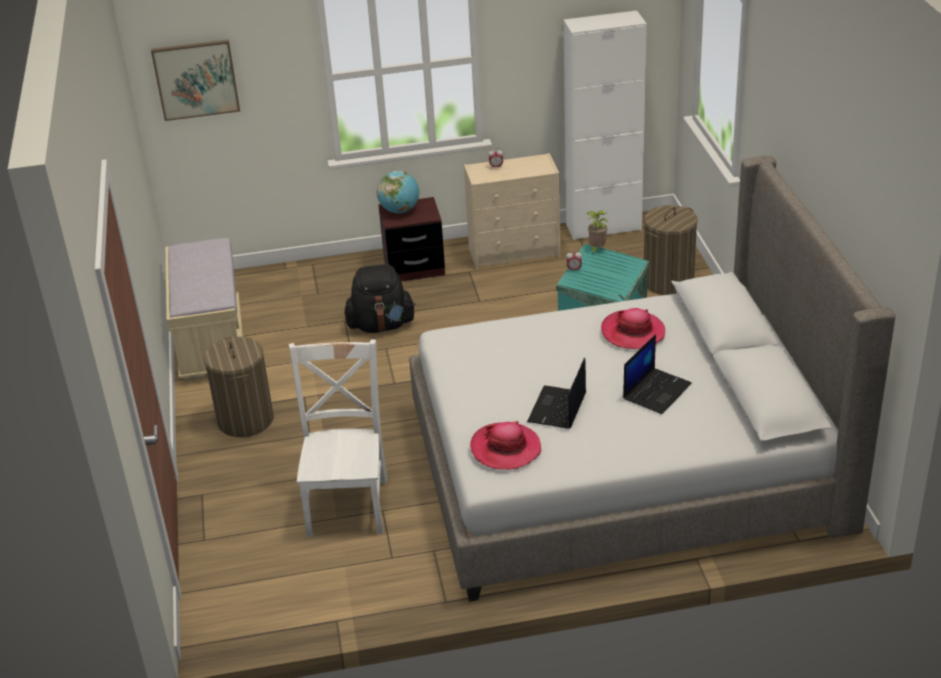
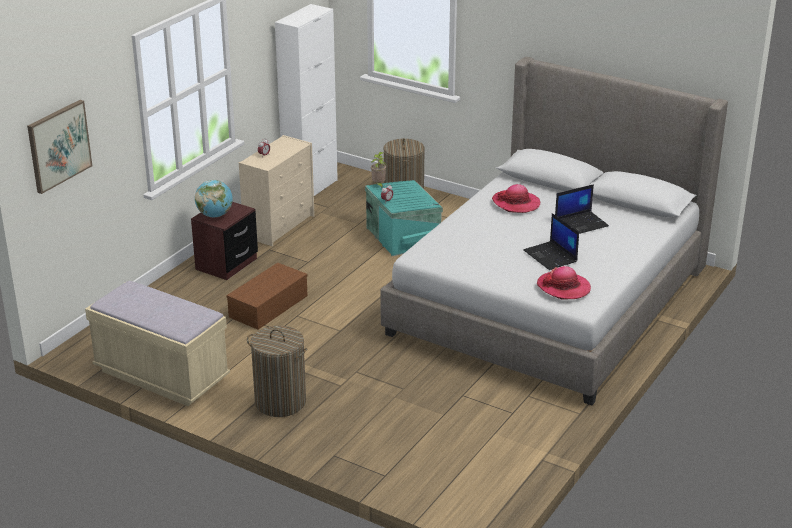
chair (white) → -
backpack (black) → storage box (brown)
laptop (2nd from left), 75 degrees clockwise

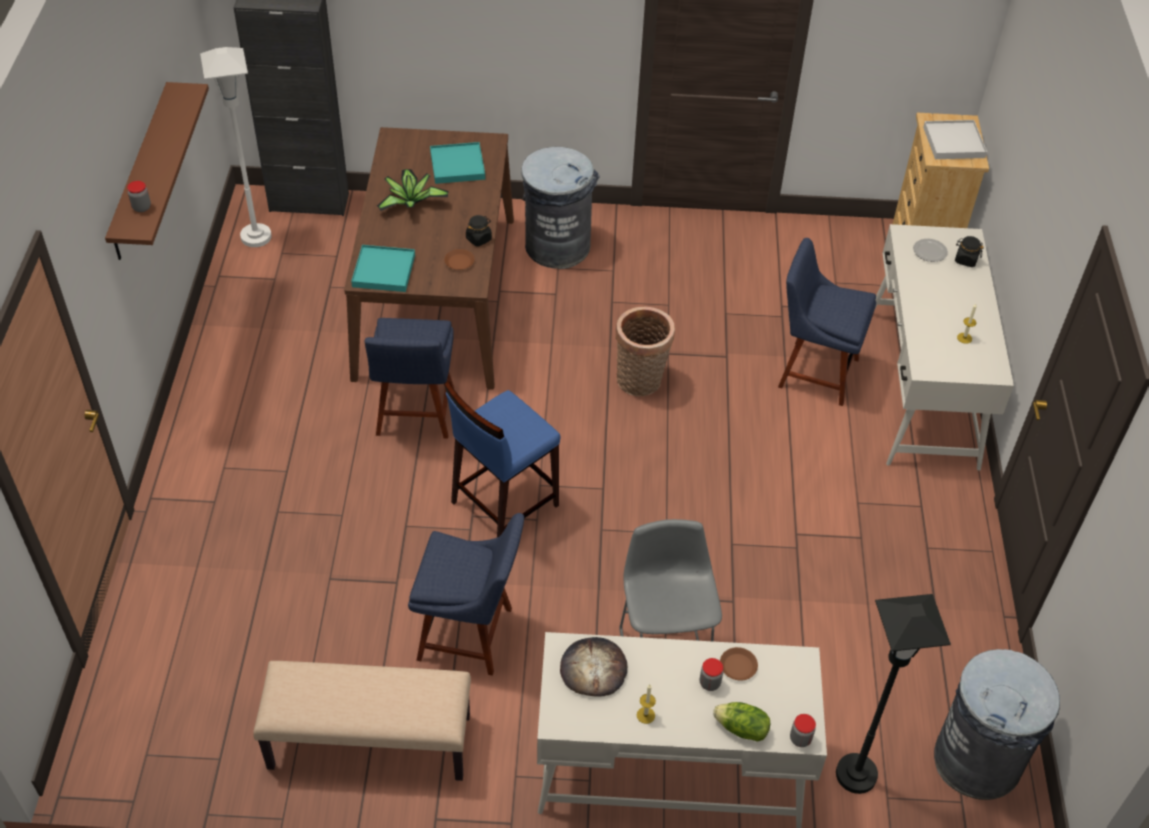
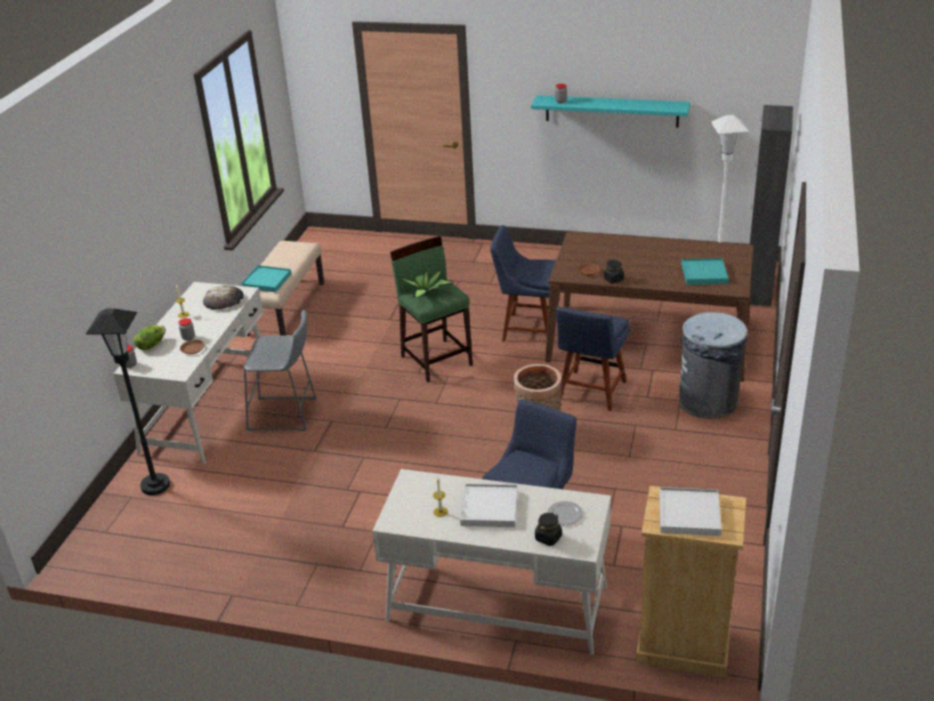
trash can (grey) (2nd from left) → -
- → tray (white) (1st from left)
tray (turquoise) (1st from left), moved
potted plant, moved
chair (blue) (2nd from left in the first image) → chair (blue) (3rd from left), moved
shelf (brown) → shelf (turquoise)
stool (blue) → stool (green)

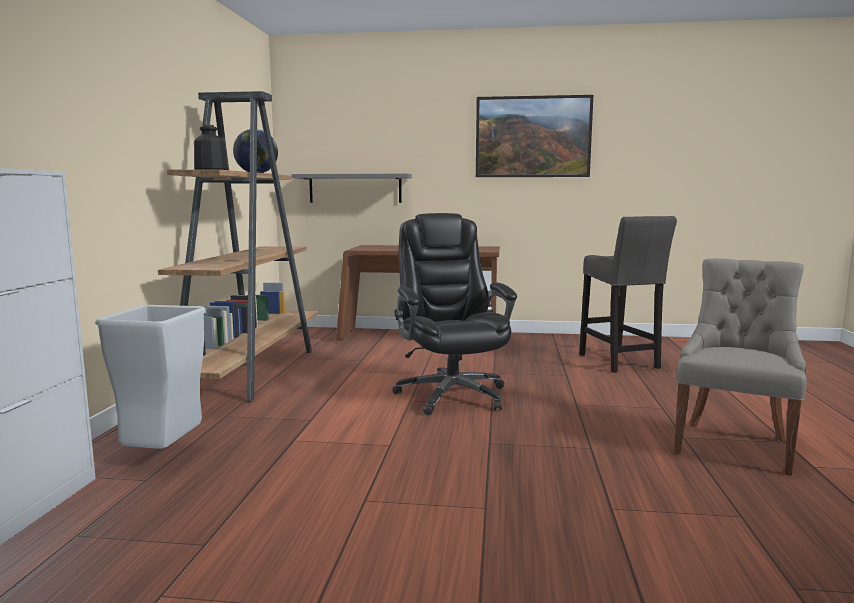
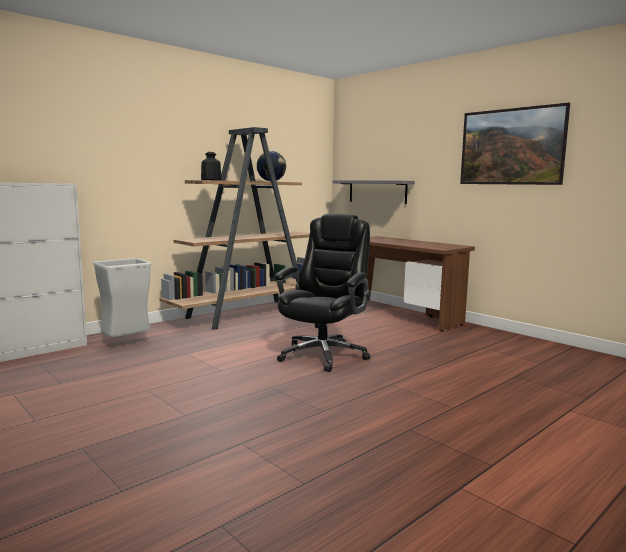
stool (grey) → -
chair (grey) → -

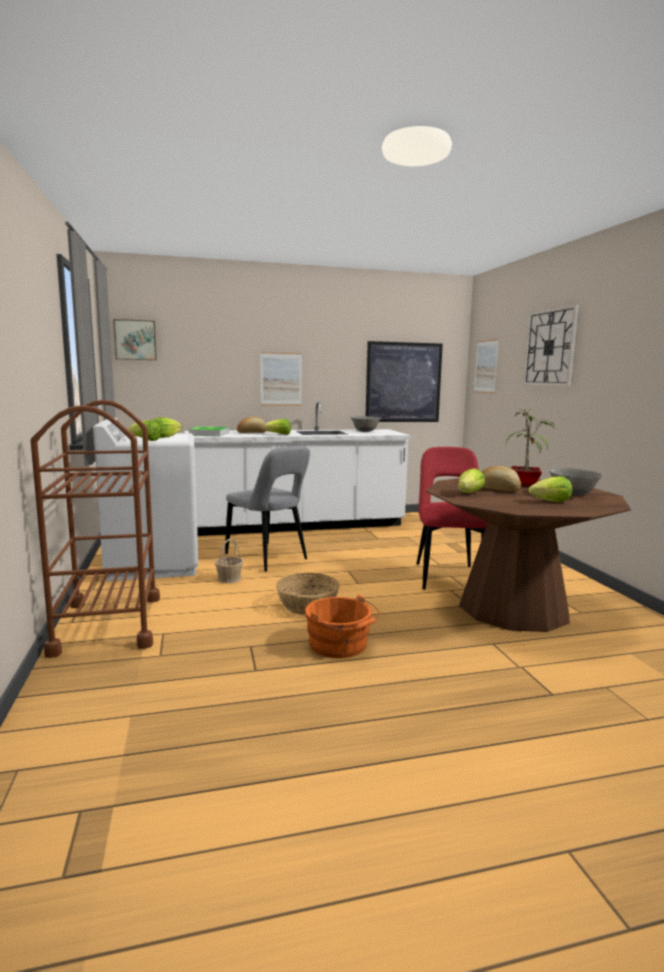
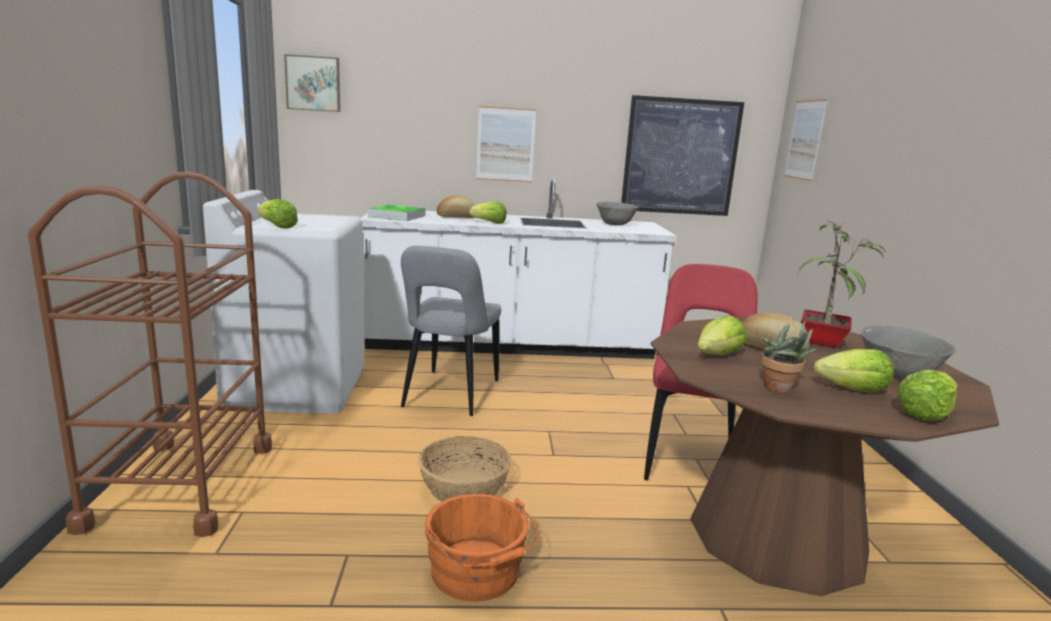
basket (1st from left) → -
wall clock → -
- → potted plant (1st from left)
lettuce (2nd from left in the first image) → lettuce (5th from left), moved
chair (grey), 45 degrees clockwise

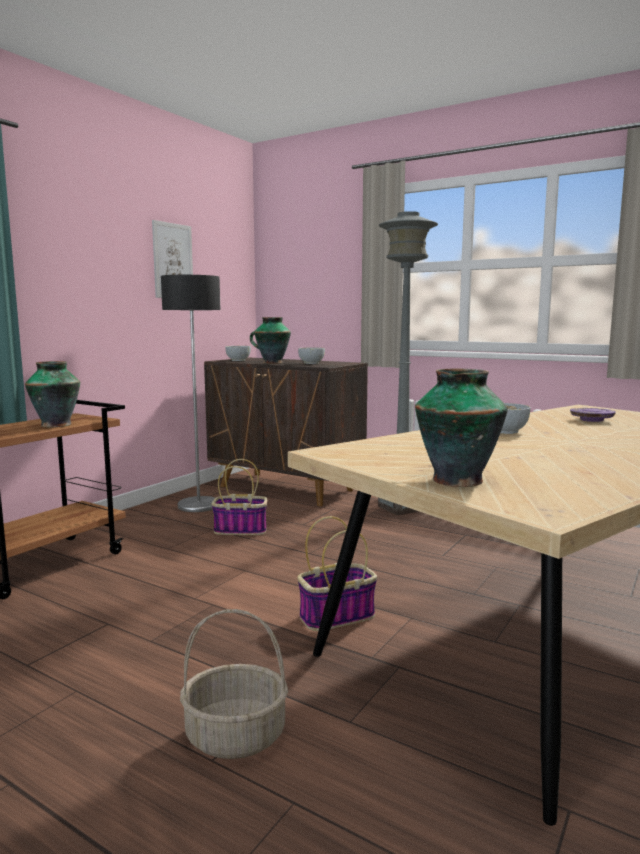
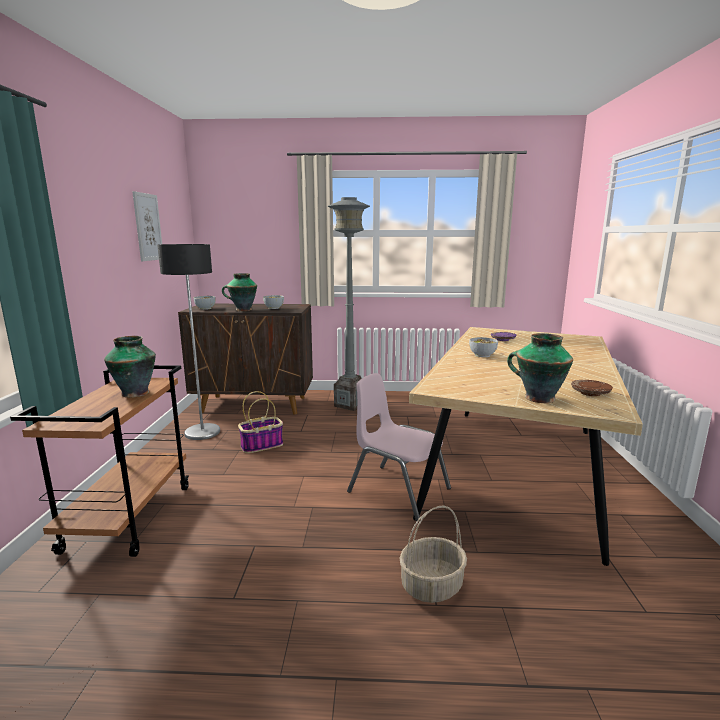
- → plate (brown)
basket (3rd from left) → chair (pink)

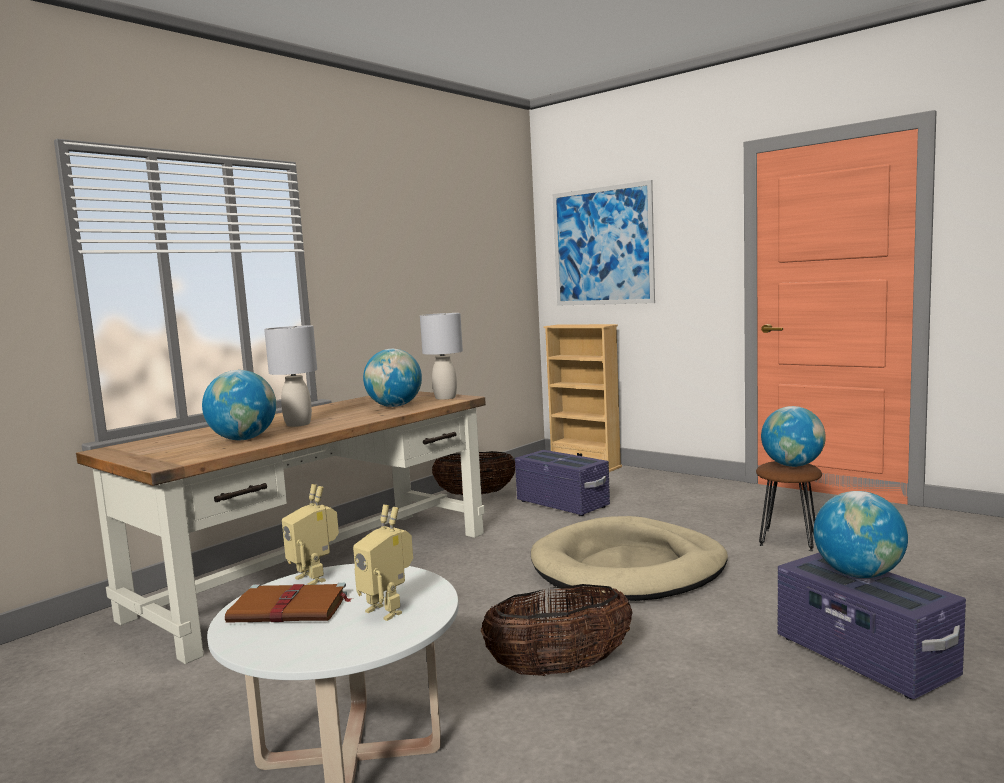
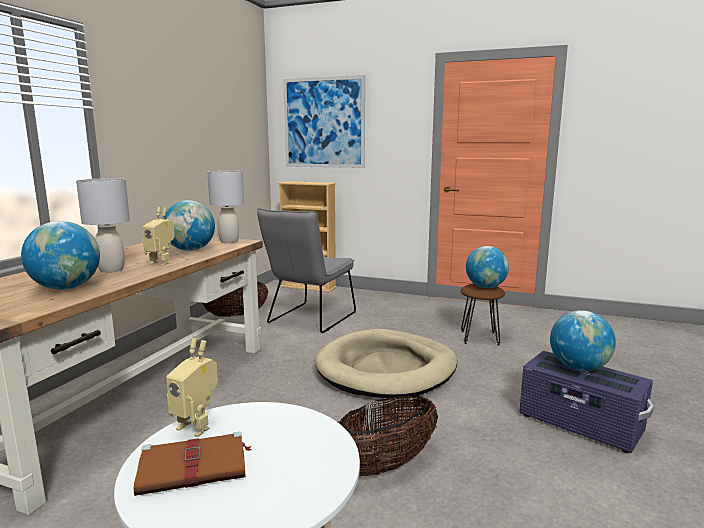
toy robot (2nd from left in the first image) → toy robot (1st from left), moved
storage box (purple) (1st from left) → chair (grey)

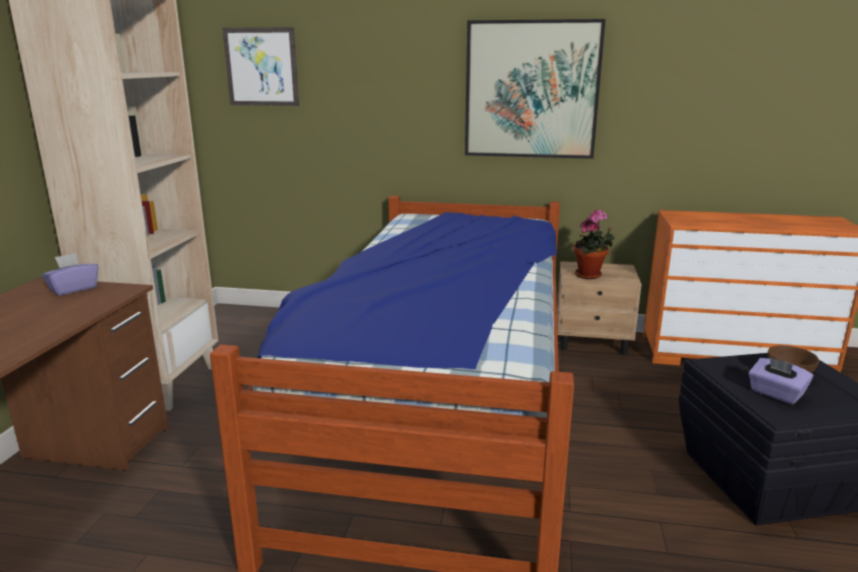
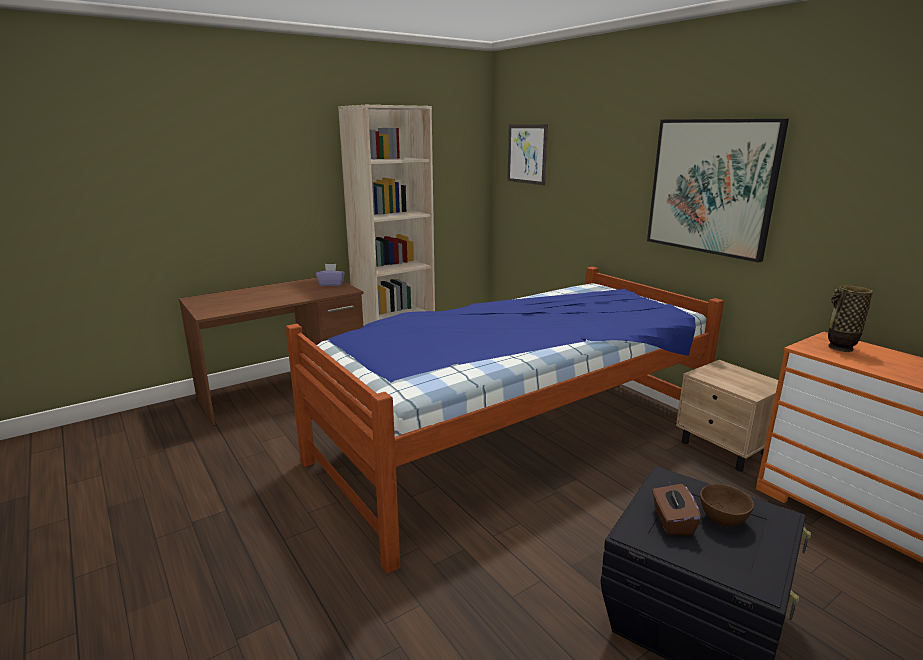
potted plant → -
- → vase
tissue box (purple) (2nd from left) → tissue box (brown)

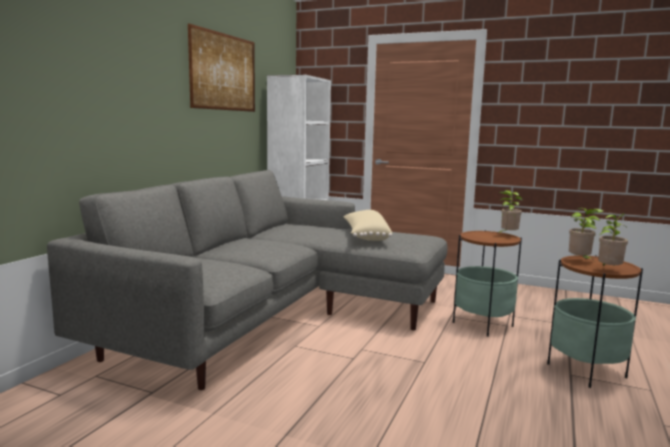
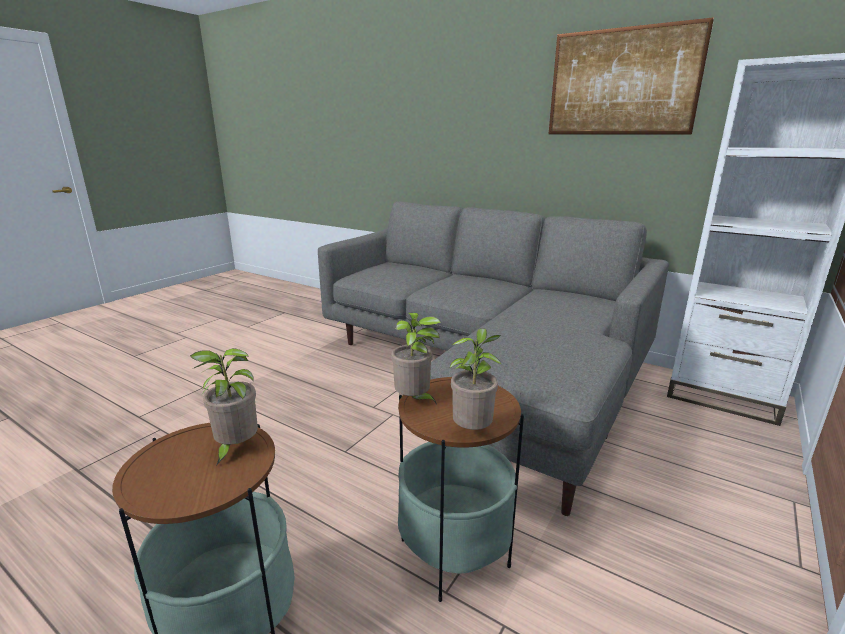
pillow (beige) → -
potted plant (3rd from left in the first image) → potted plant (2nd from left), moved

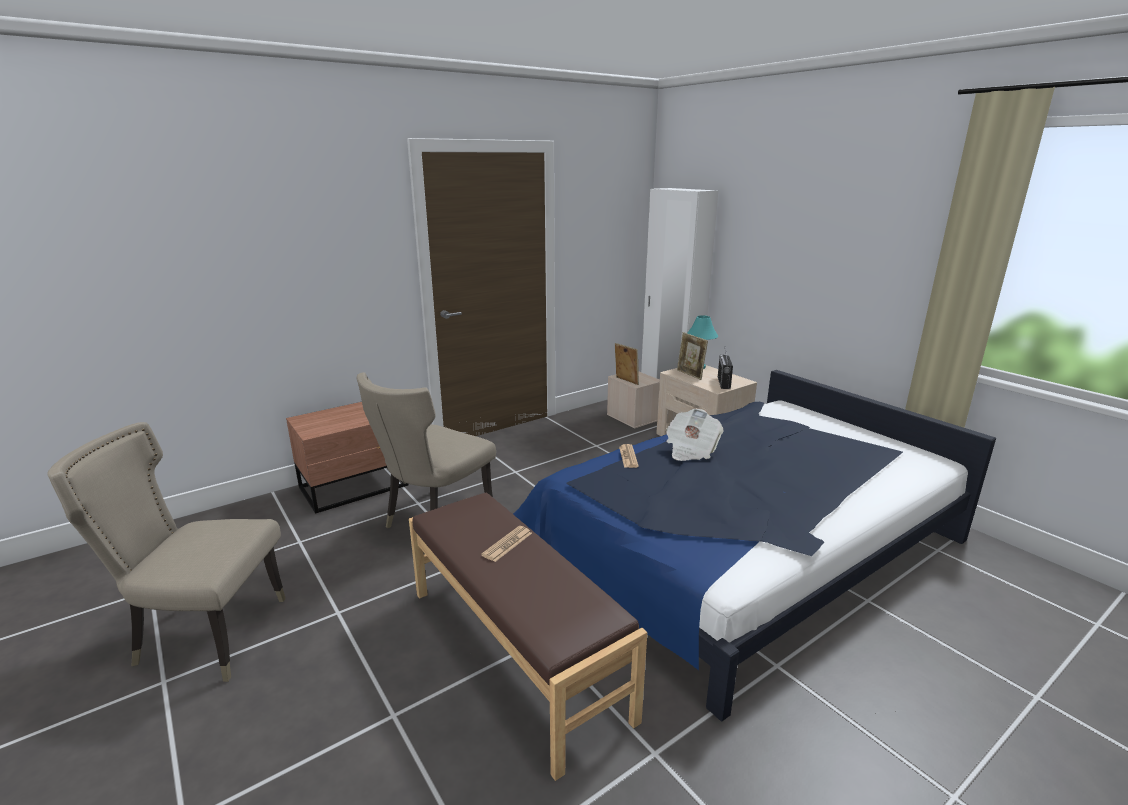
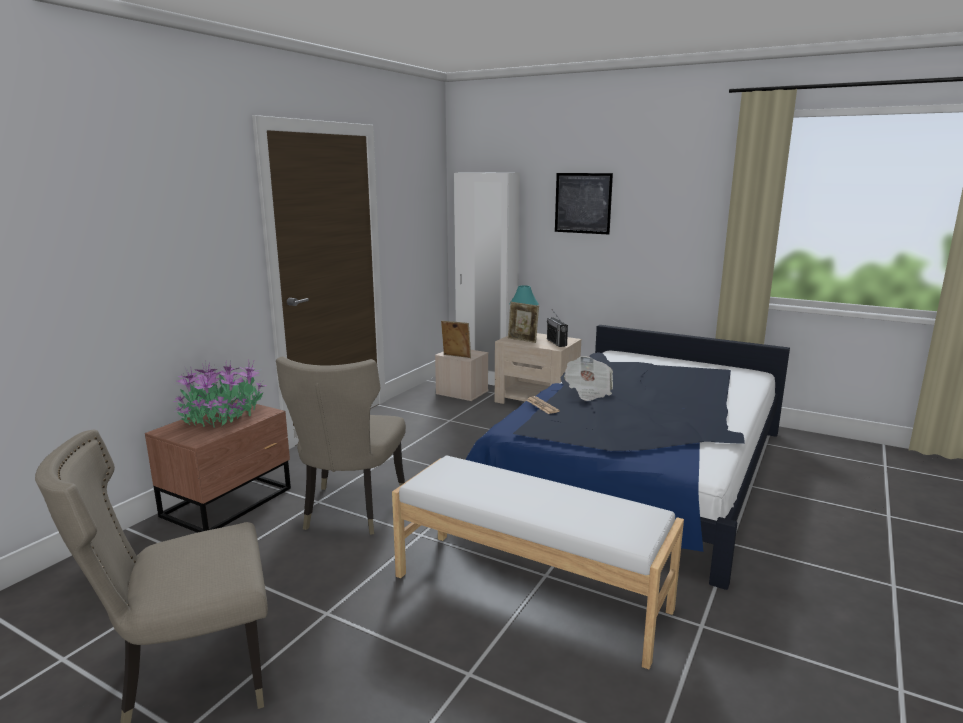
newspaper (1st from left) → -
- → potted plant
- → picture
bench (brown) → bench (white)

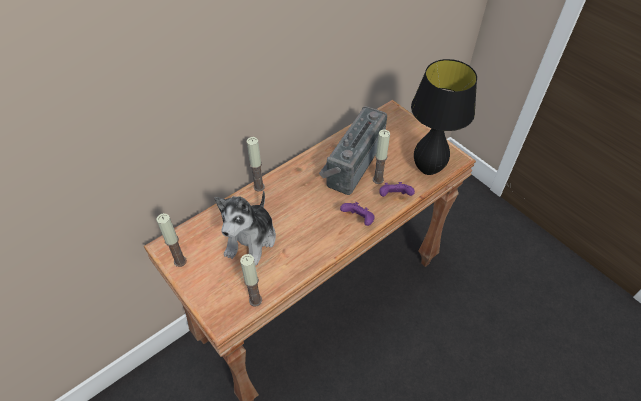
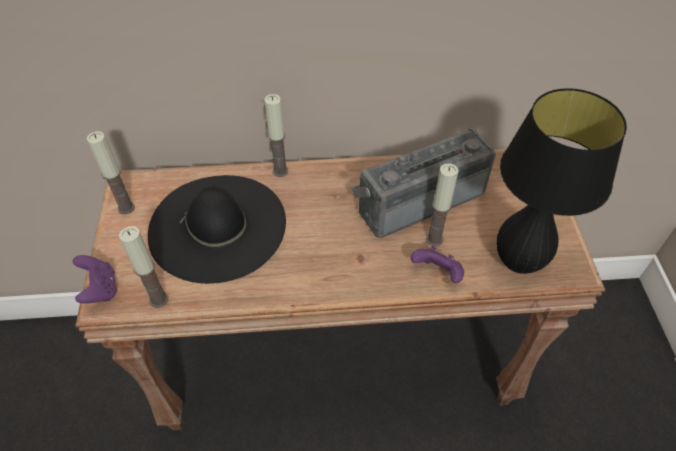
game controller (purple) (1st from left), moved
plush toy → hat (black)

